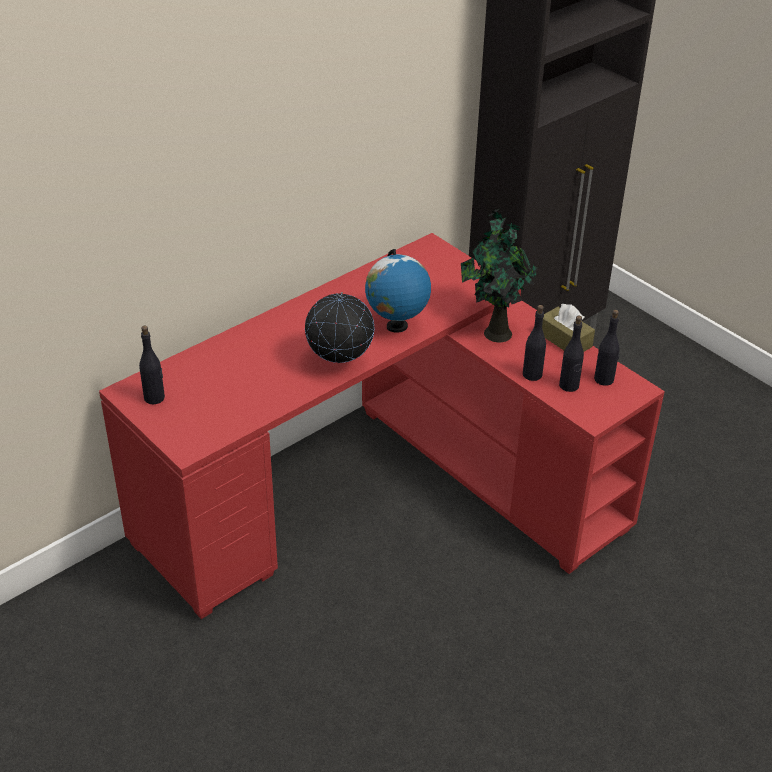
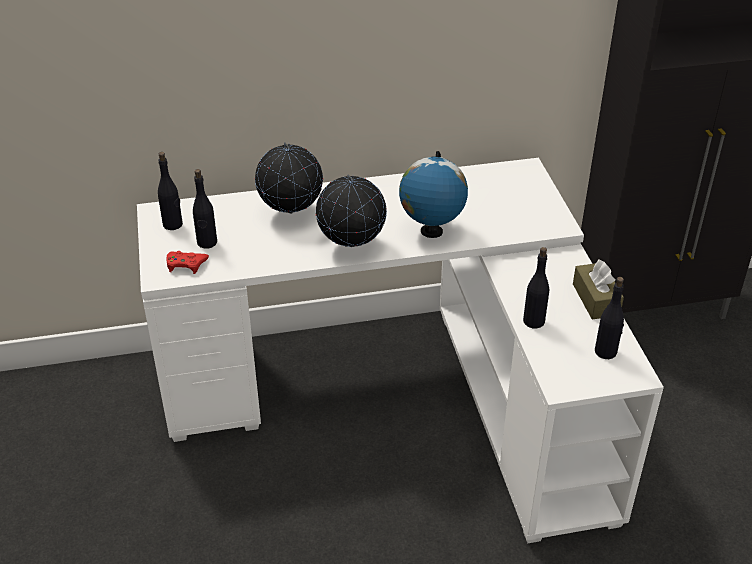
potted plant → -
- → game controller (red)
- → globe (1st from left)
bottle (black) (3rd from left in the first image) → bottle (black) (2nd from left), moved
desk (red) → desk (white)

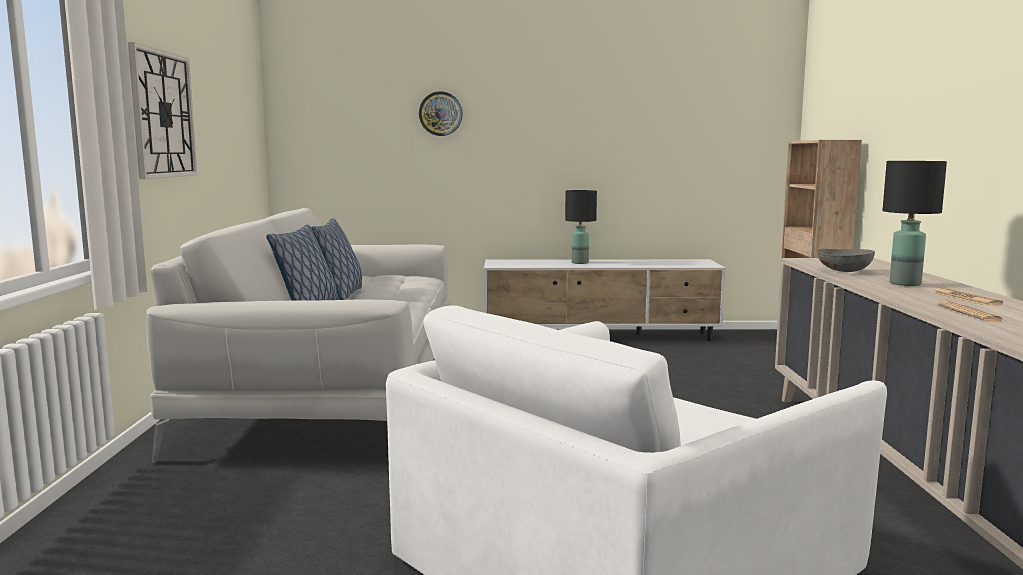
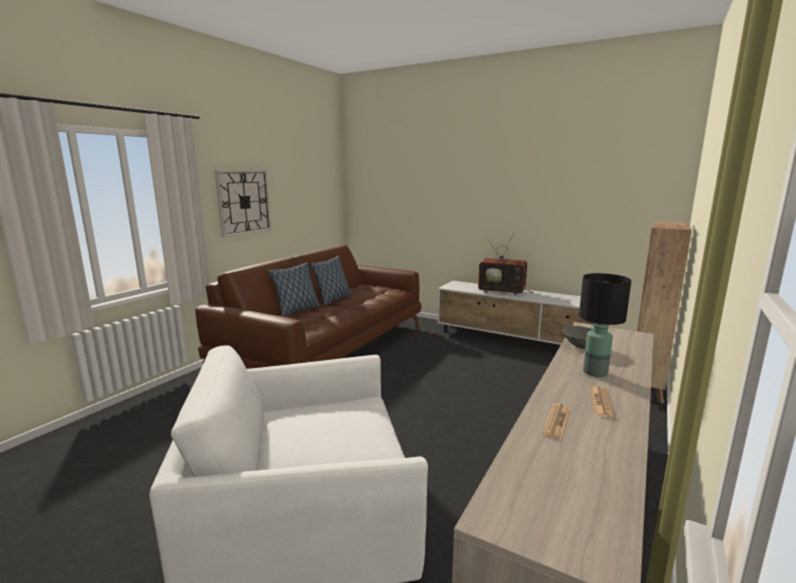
wall clock (2nd from left) → -
table lamp (black) (1st from left) → television
sofa (white) → sofa (brown)

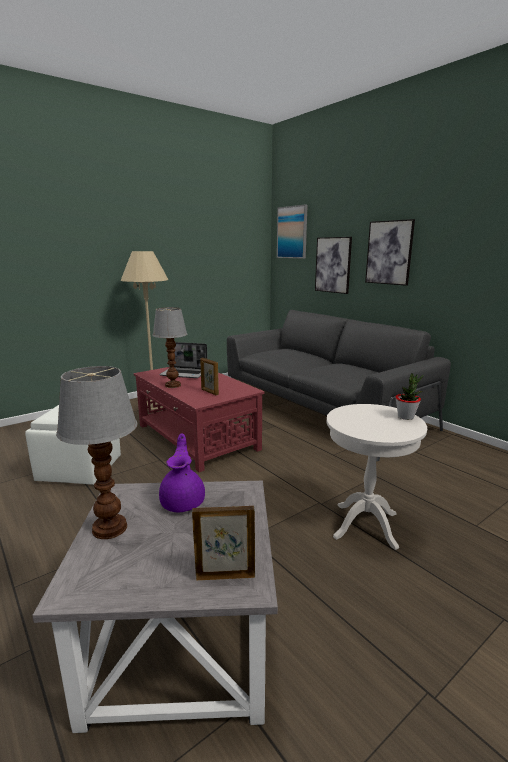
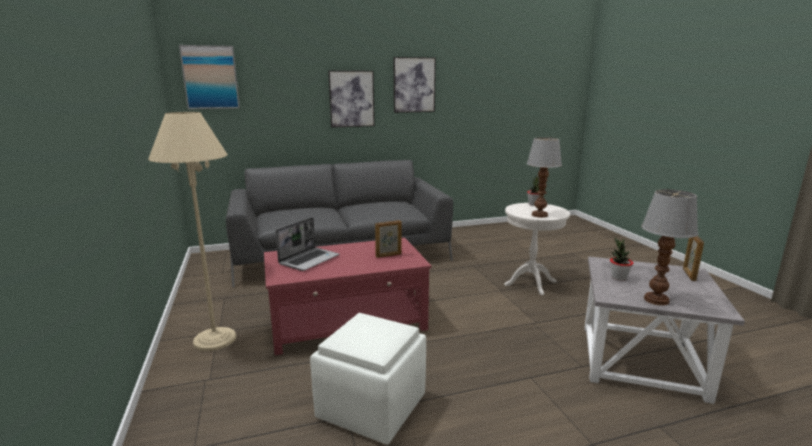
table lamp (2nd from left in the first image) → table lamp (1st from left), moved
picture (2nd from left in the first image) → picture (3rd from left), moved
teapot (purple) → potted plant (2nd from left)

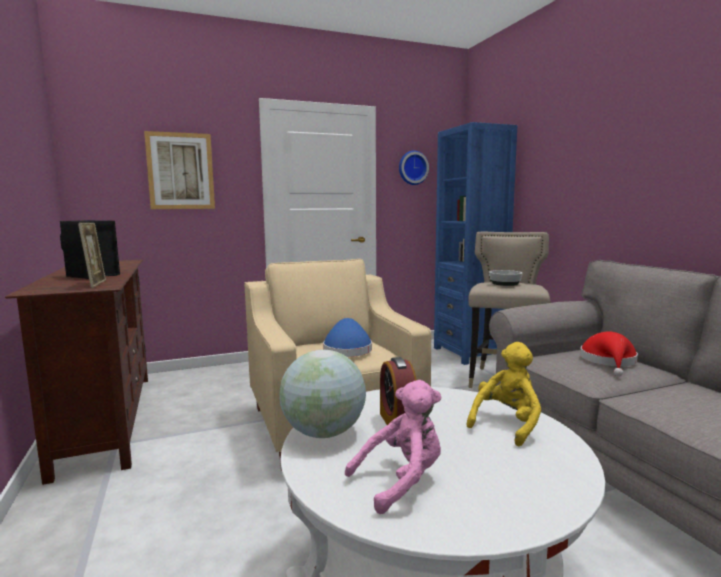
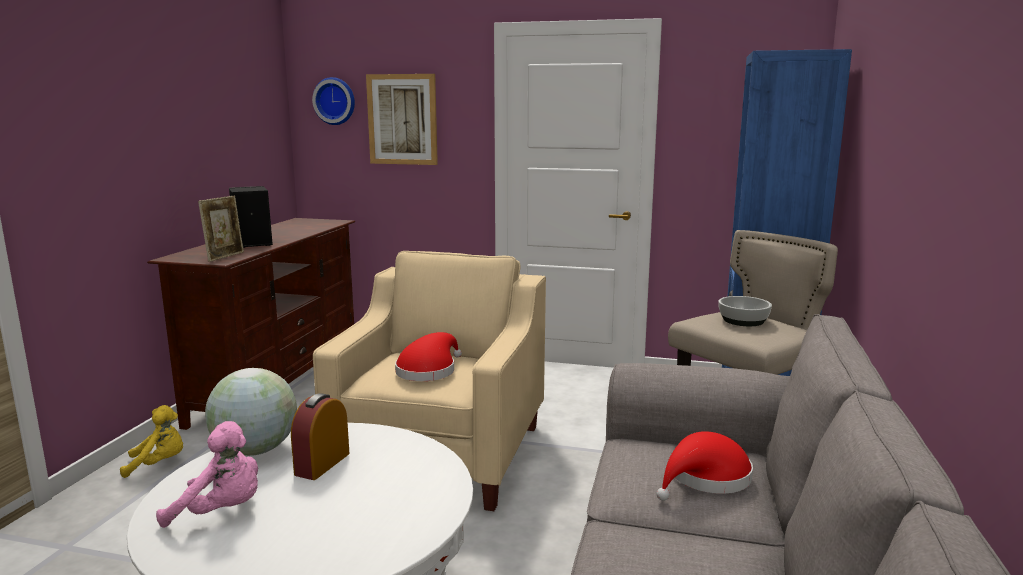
wall clock, moved
plush toy (yellow), moved
hat (blue) → hat (red) (1st from left)

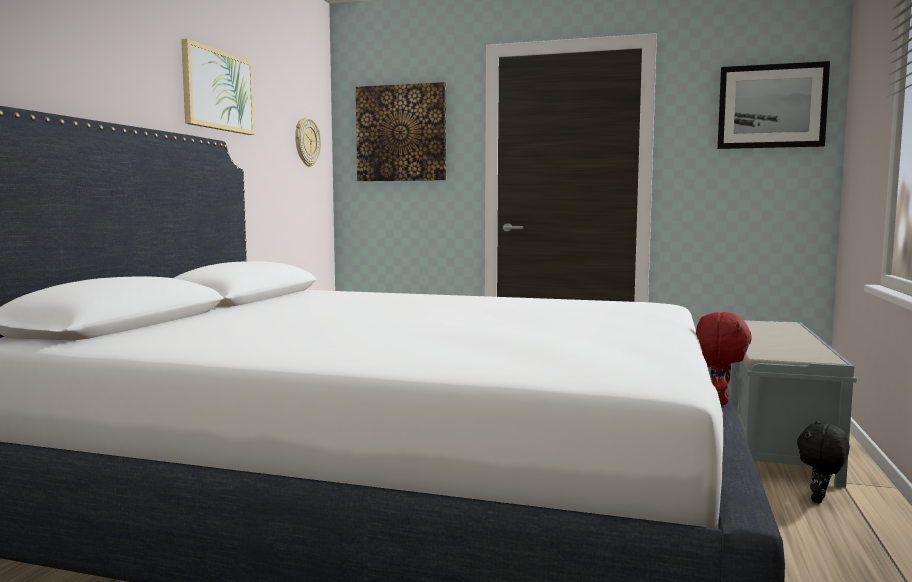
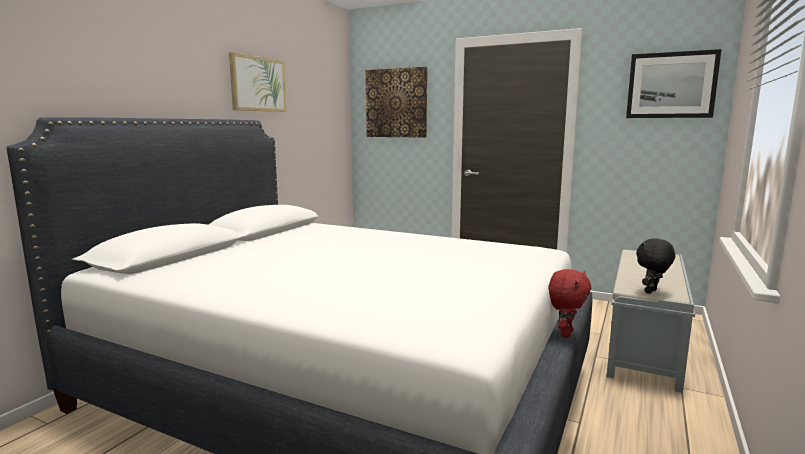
wall clock → -
plush toy (black), moved

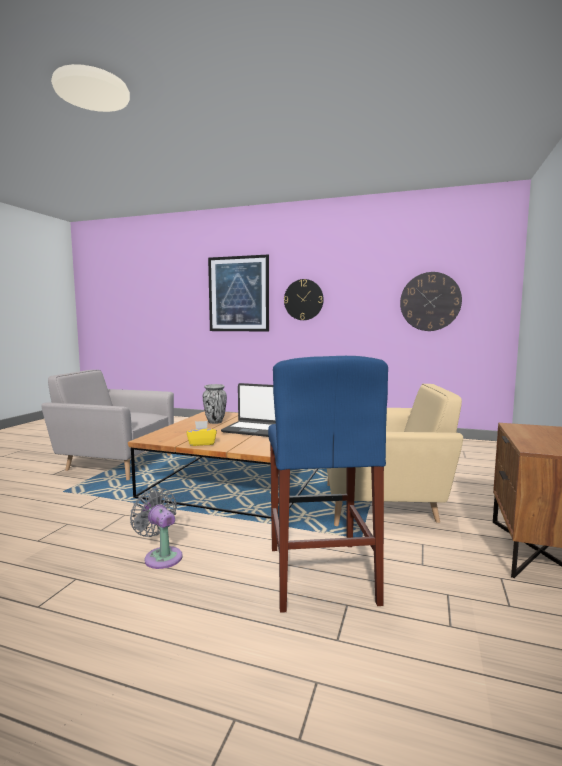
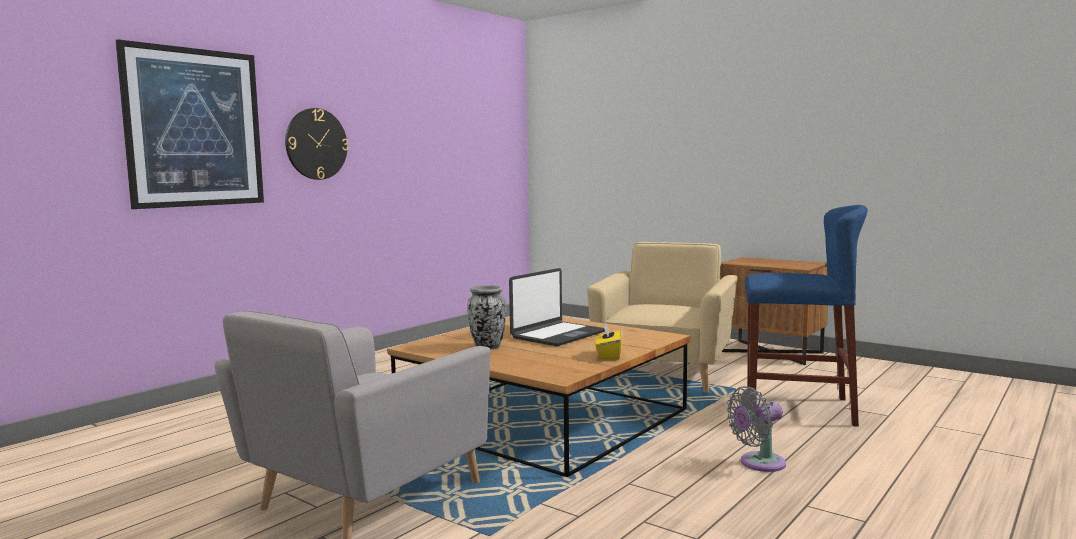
wall clock (2nd from left) → -

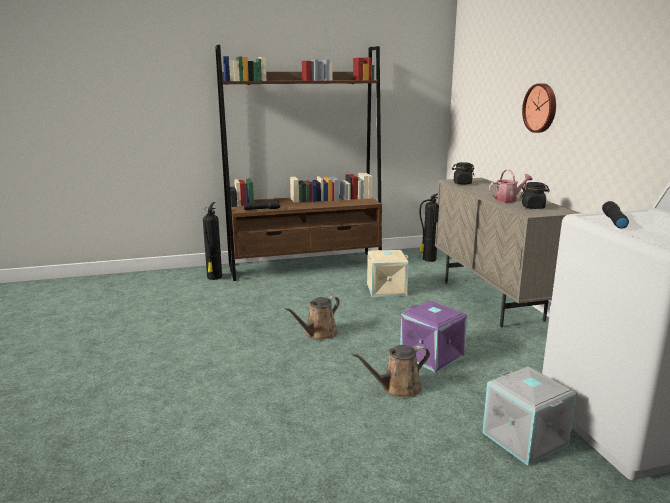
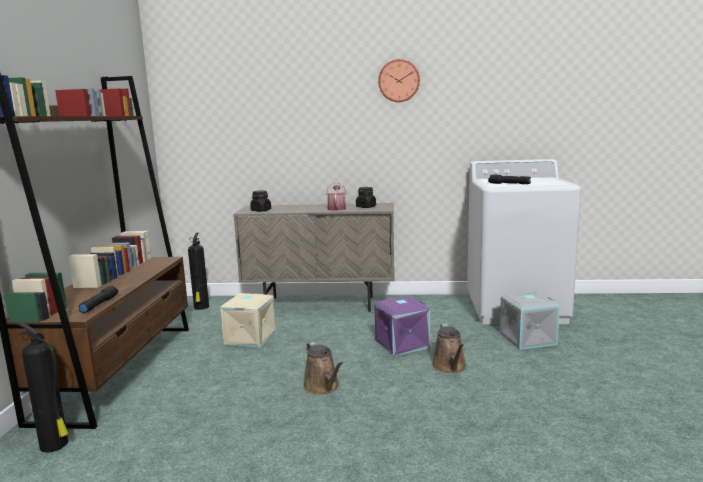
wall clock, moved

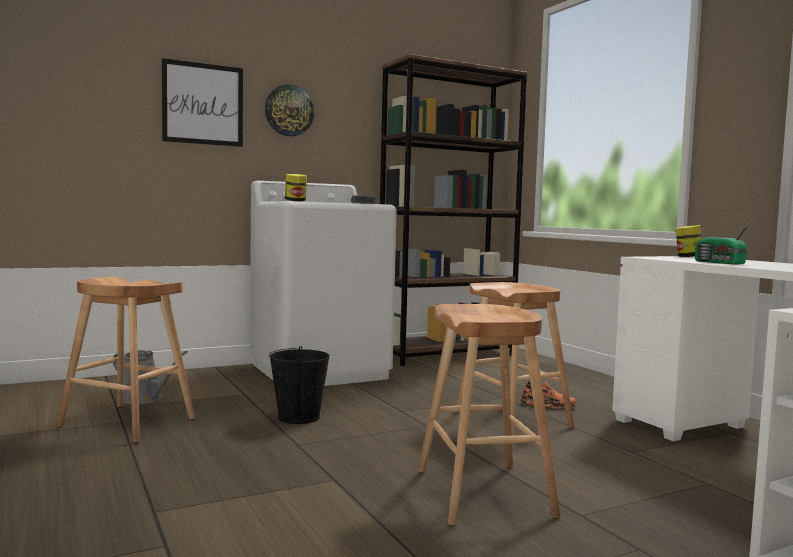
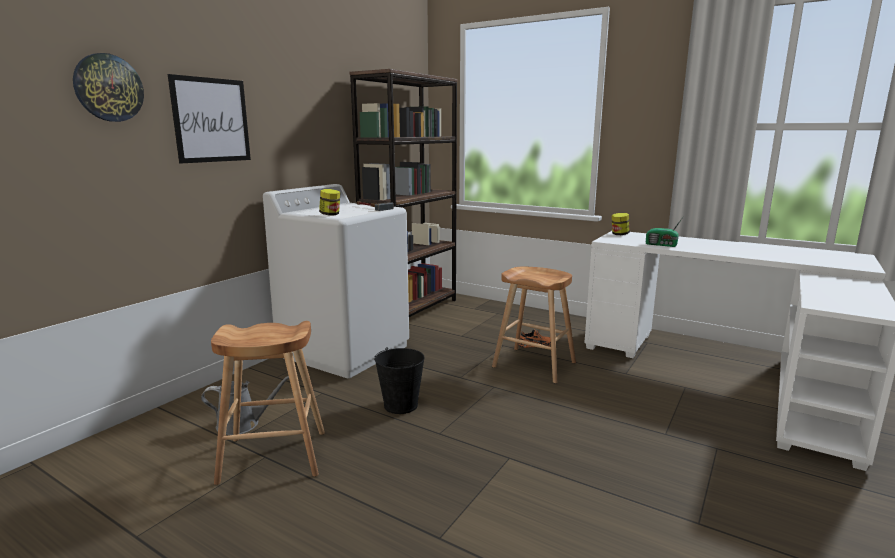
stool (brown) (2nd from left) → -
wall clock, moved

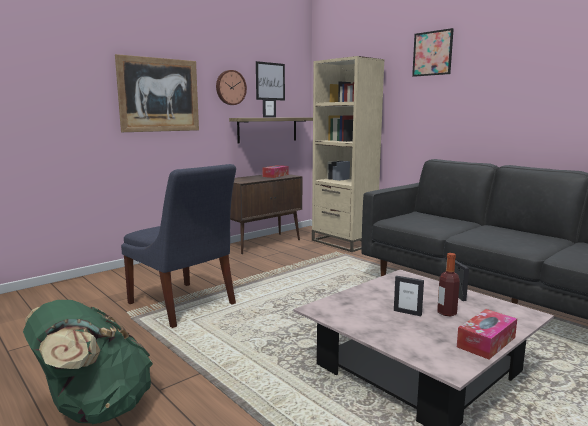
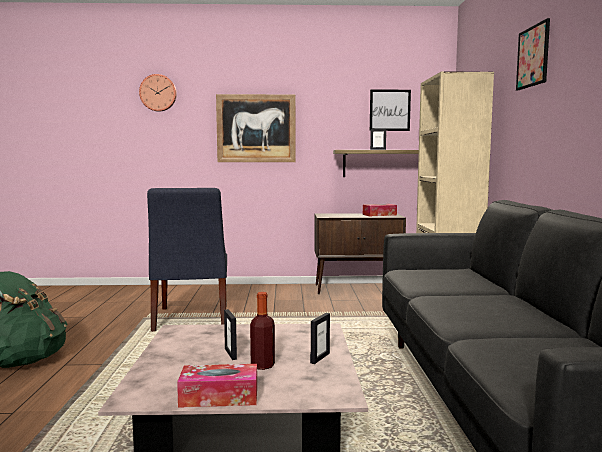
wall clock, moved

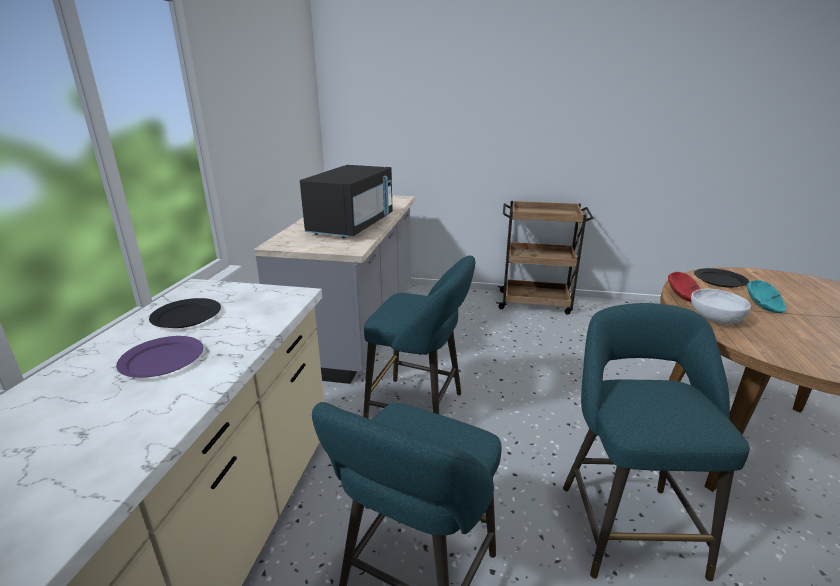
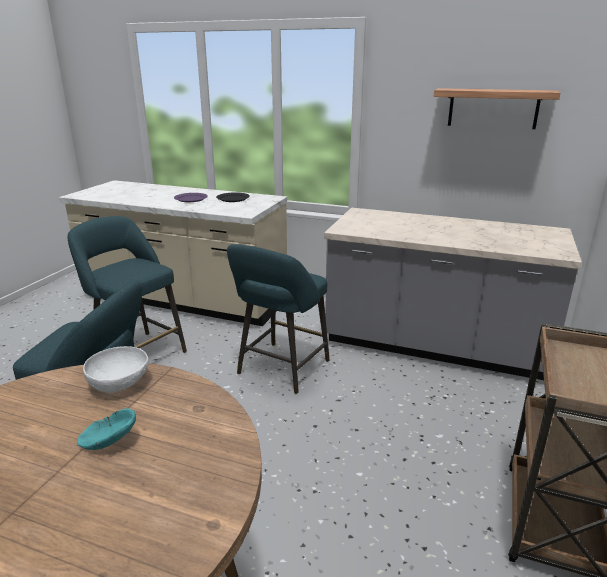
microwave (black) → -
bowl (red) → -
plate (black) (2nd from left) → -
- → shelf

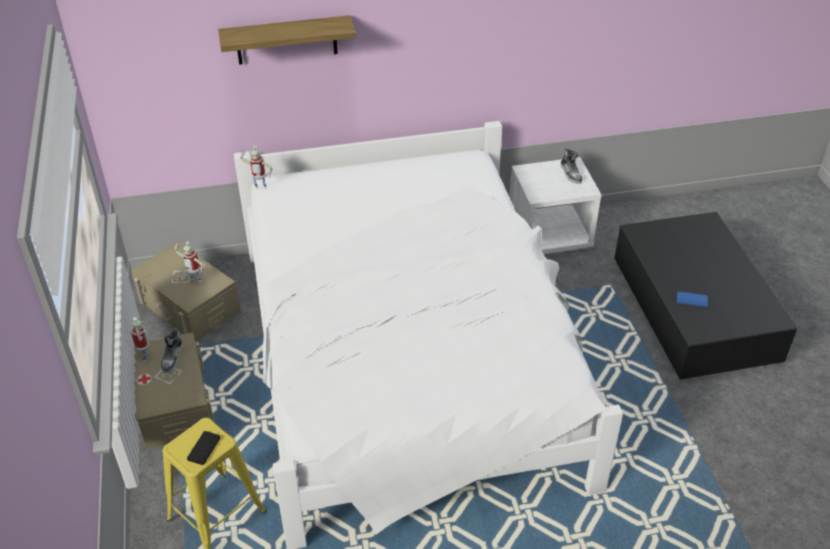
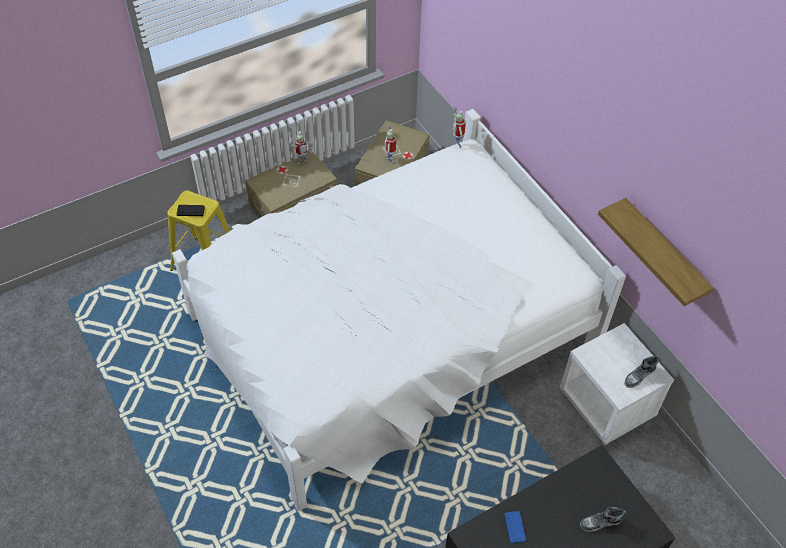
shoe (1st from left), moved
shelf, moved

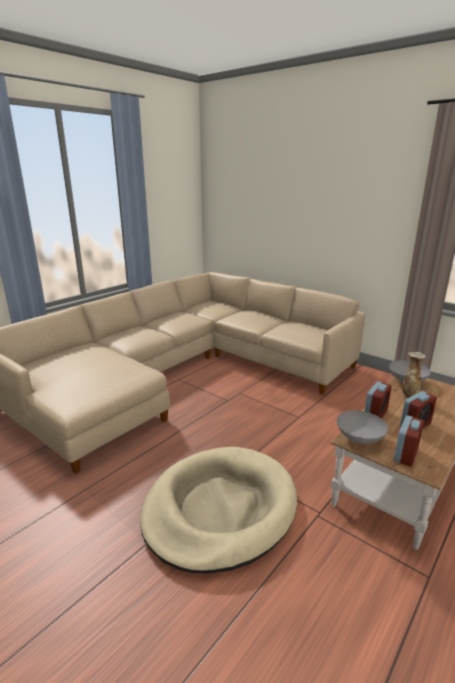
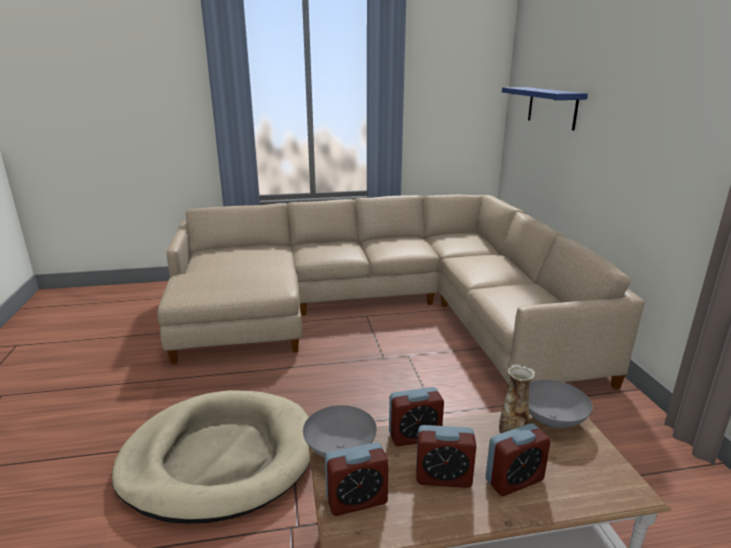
- → alarm clock (4th from left)
- → shelf (blue)

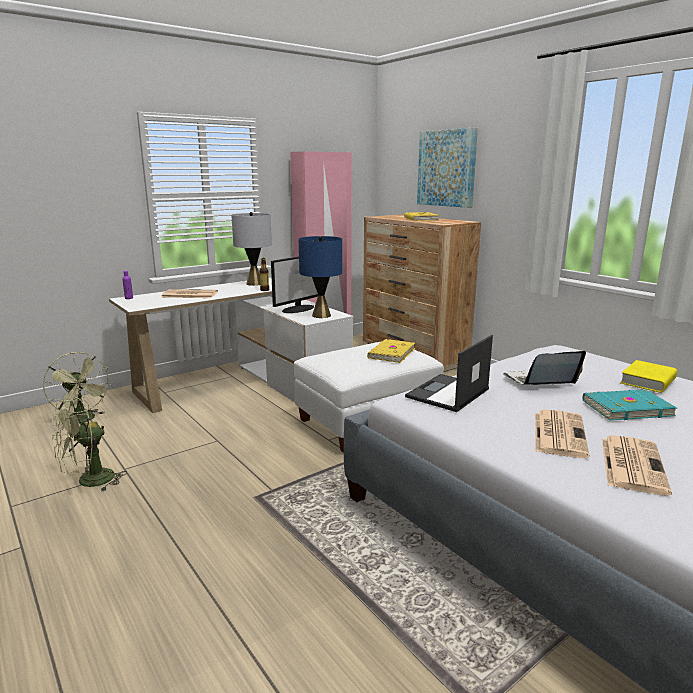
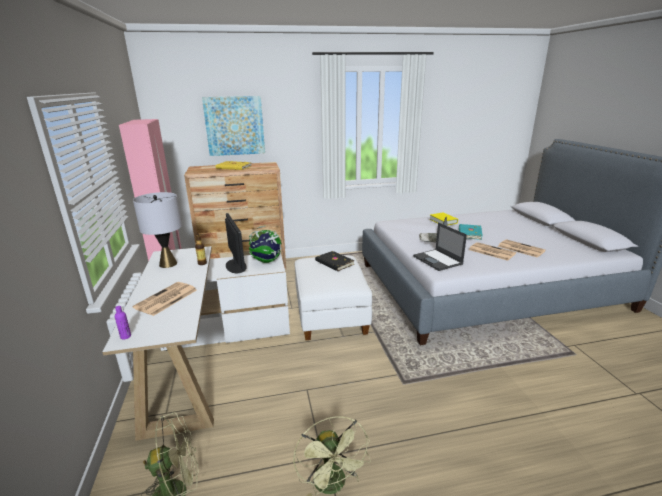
table lamp (blue) → globe
book (yellow) (1st from left) → book (black)

